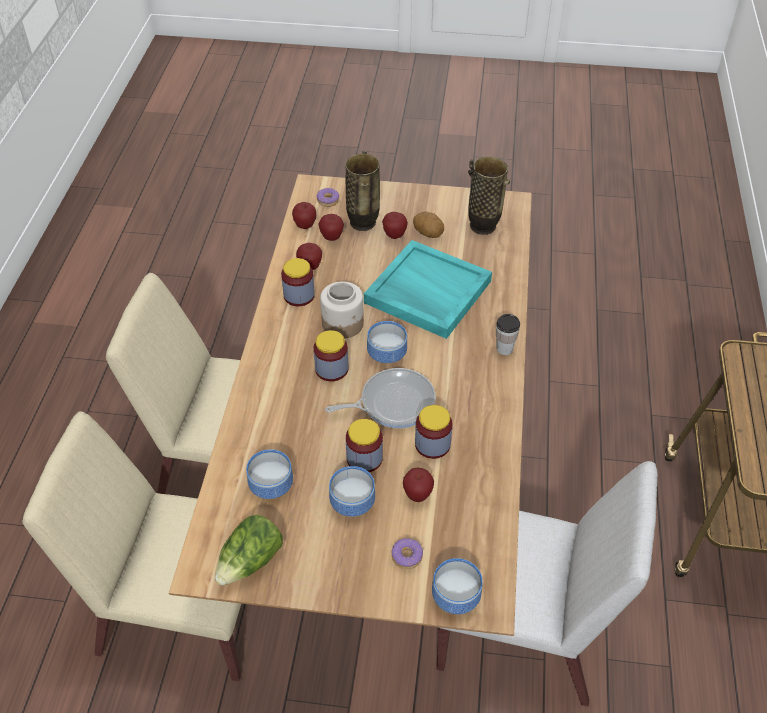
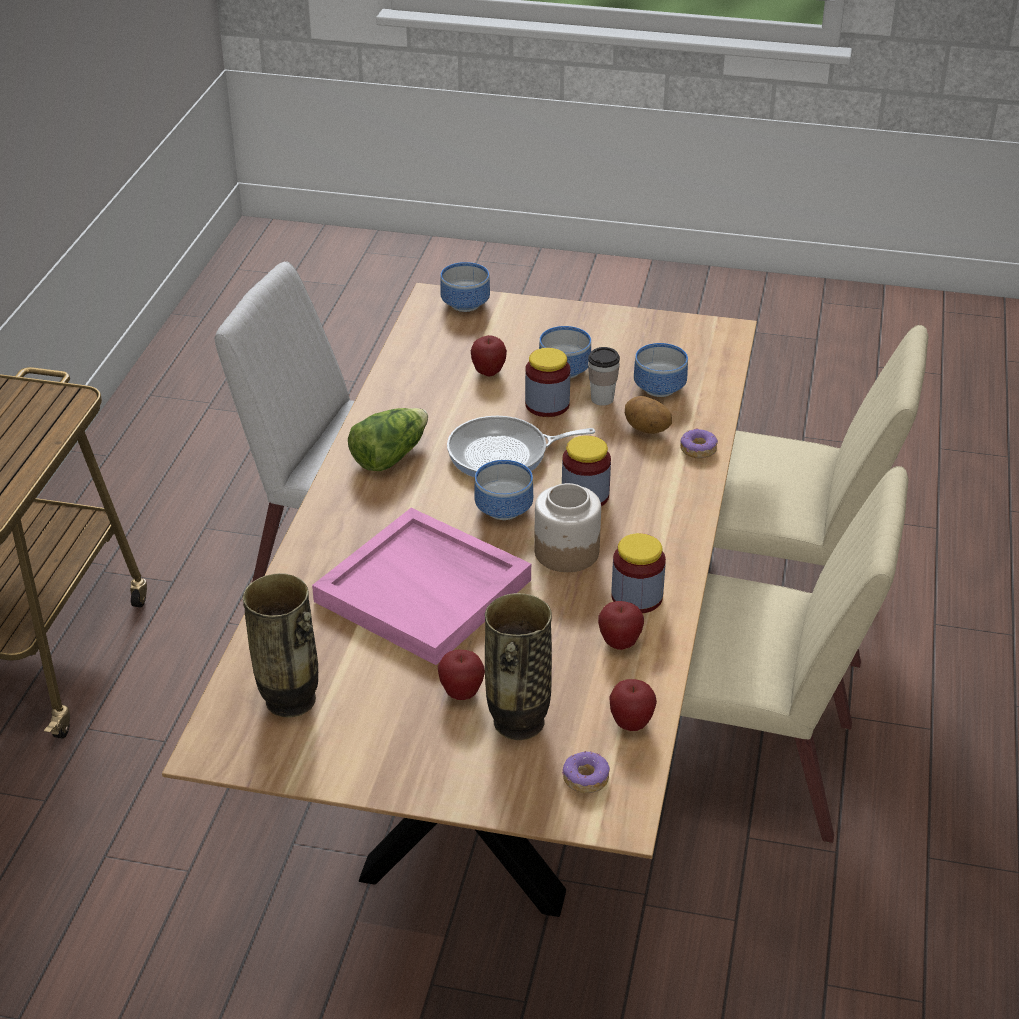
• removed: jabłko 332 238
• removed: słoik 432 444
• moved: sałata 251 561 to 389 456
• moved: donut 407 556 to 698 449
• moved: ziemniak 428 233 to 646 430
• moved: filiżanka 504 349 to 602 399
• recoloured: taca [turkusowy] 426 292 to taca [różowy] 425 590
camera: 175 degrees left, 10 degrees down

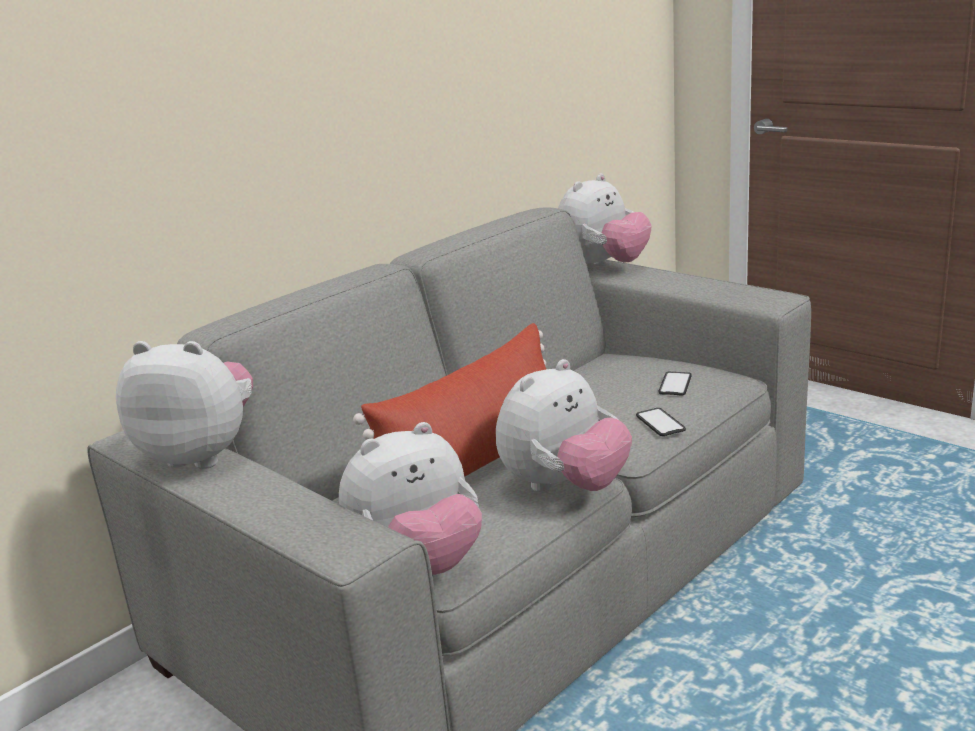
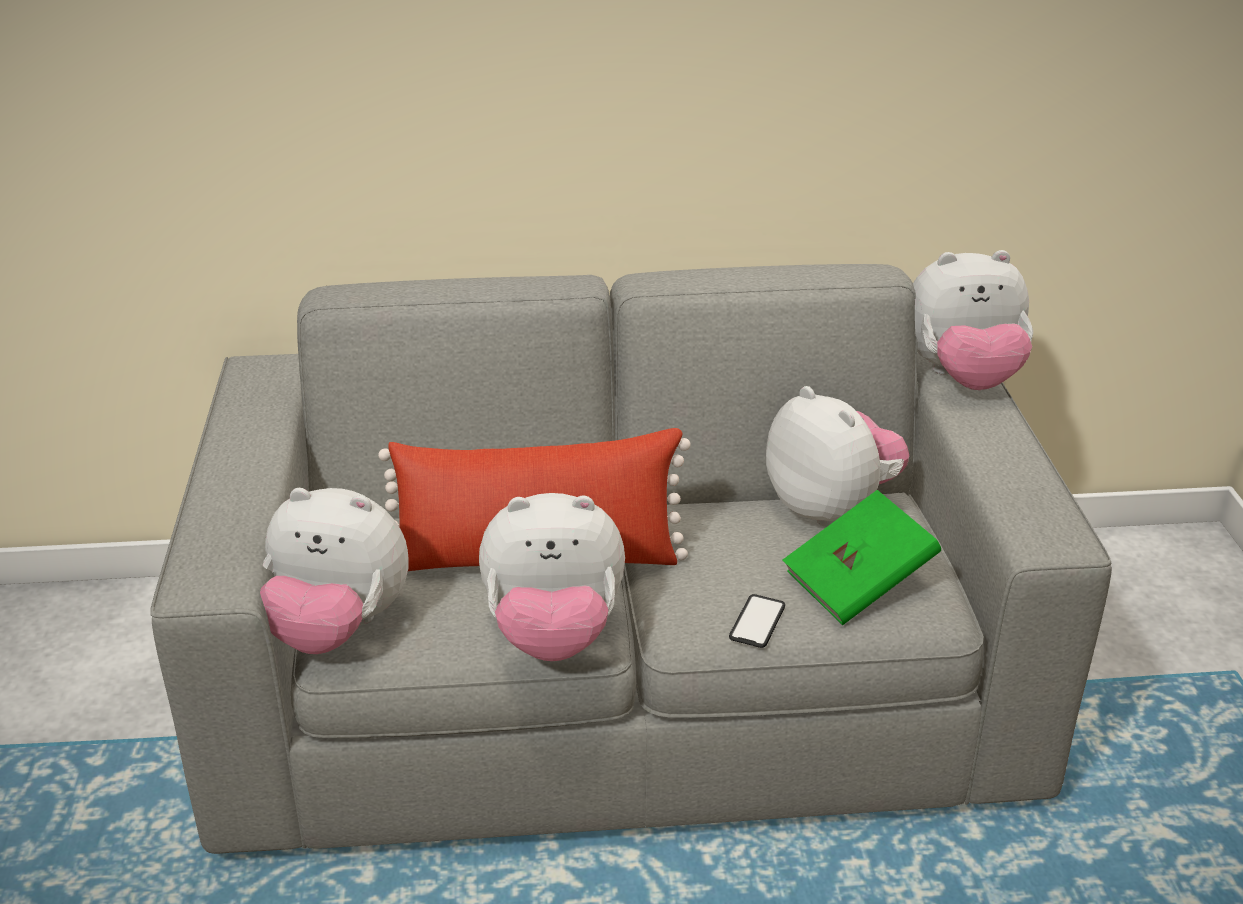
• moved: pluszak 201 454 to 831 508
• replaced: telefon 675 384 to książka [zielony] 858 583
camera: 40 degrees right, 10 degrees up

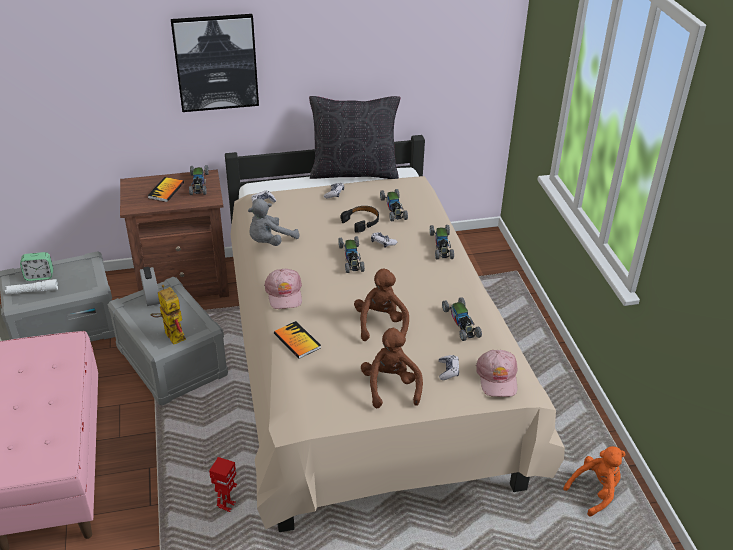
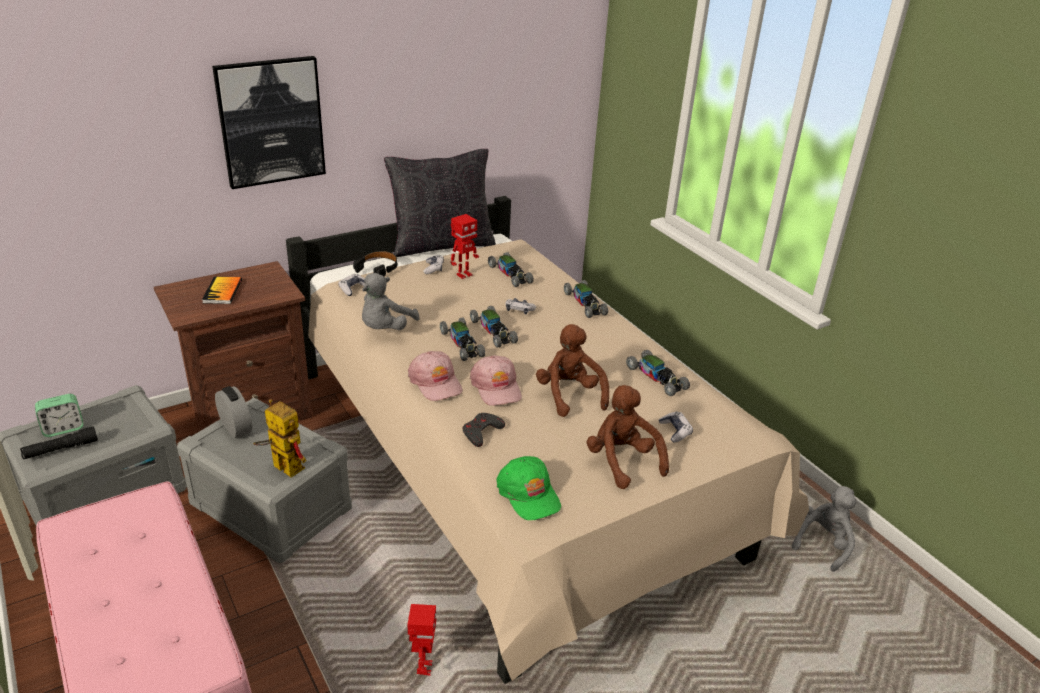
• added: robot zabawkowy 463 274
• added: czapka z daszkiem [zielony] 529 494
• moved: samochodzik 199 184 to 462 344
• moved: słuchawki [czarny] 361 222 to 378 269
• moved: czapka z daszkiem [różowy] 497 378 to 496 387
• replaced: książka 297 341 to pad do gier [szary] 481 432
• recoloured: latarka [biały] 32 291 to latarka [czarny] 61 449
• recoloured: pluszak [pomarańczowy] 595 491 to pluszak [szary] 823 543
camera: 20 degrees left, 5 degrees down

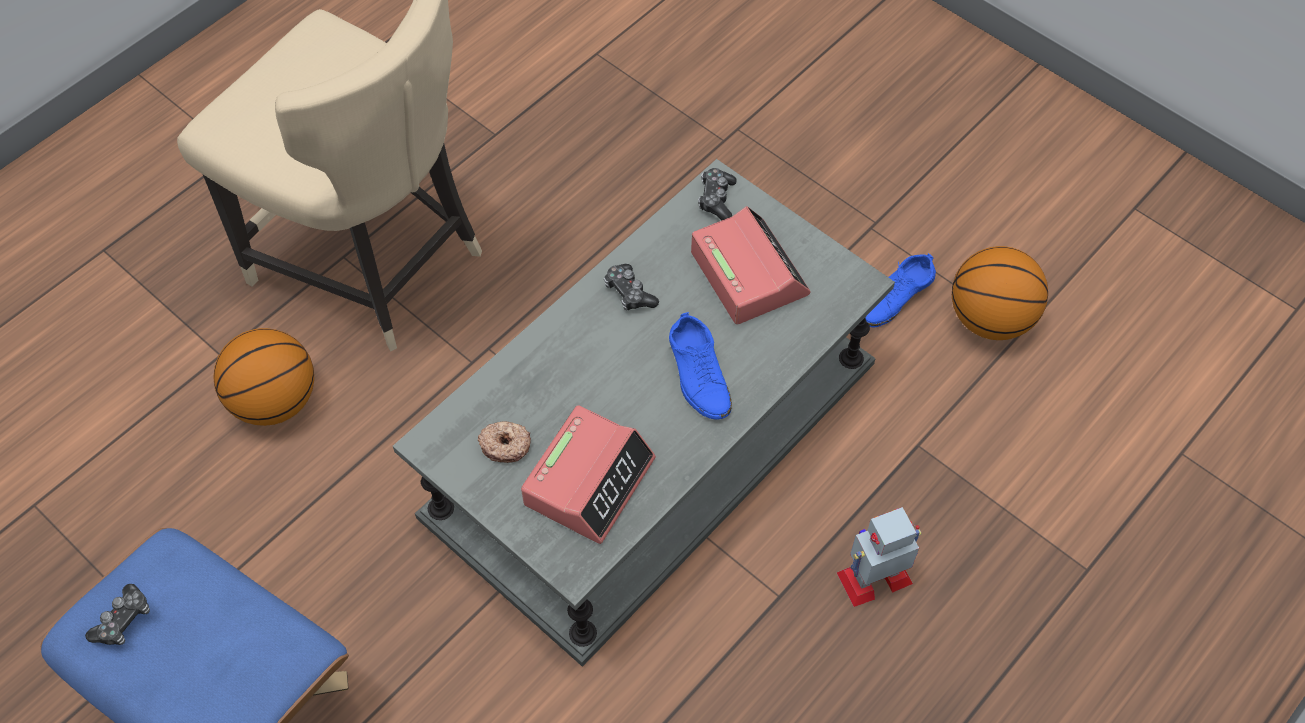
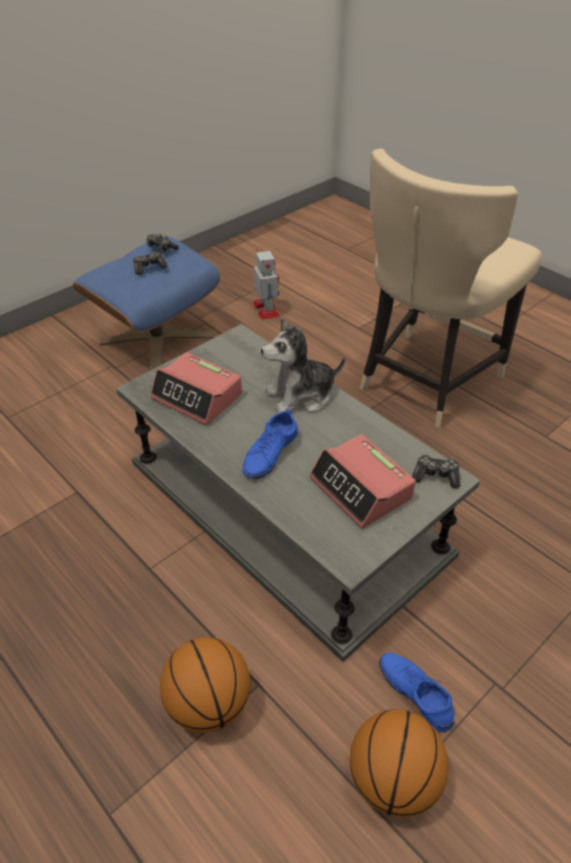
• removed: donut 505 445
• added: pluszak 301 396
• moved: piłka do koszykówki 274 400 to 209 703
• moved: pad do gier 629 293 to 149 267
• moved: robot zabawkowy 875 577 to 266 309
• turned: but [niebieski] 698 374 = 270 453 45 degrees counterclockwise
• turned: budzik 748 273 = 361 489 75 degrees clockwise
camera: 95 degrees right, 15 degrees down

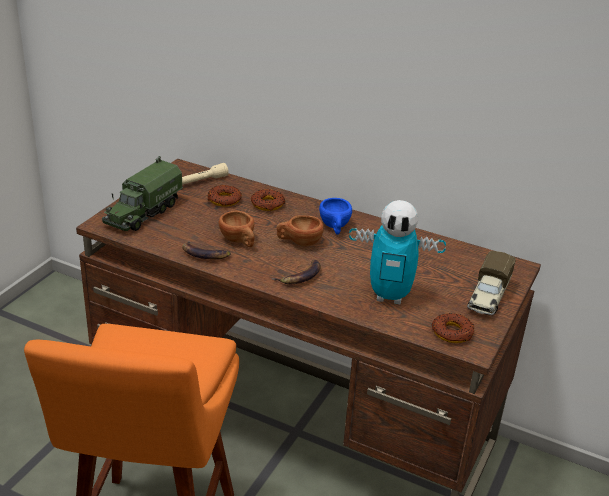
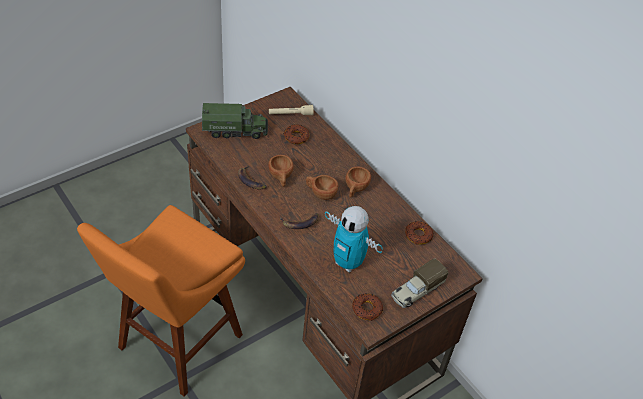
• moved: donut 267 204 to 418 235
• recoloured: filiżanka [niebieski] 335 227 to filiżanka [brązowy] 355 189
• turned: ciężarówka zabawkowa 143 213 = 235 130 150 degrees counterclockwise
camera: 25 degrees right, 15 degrees up

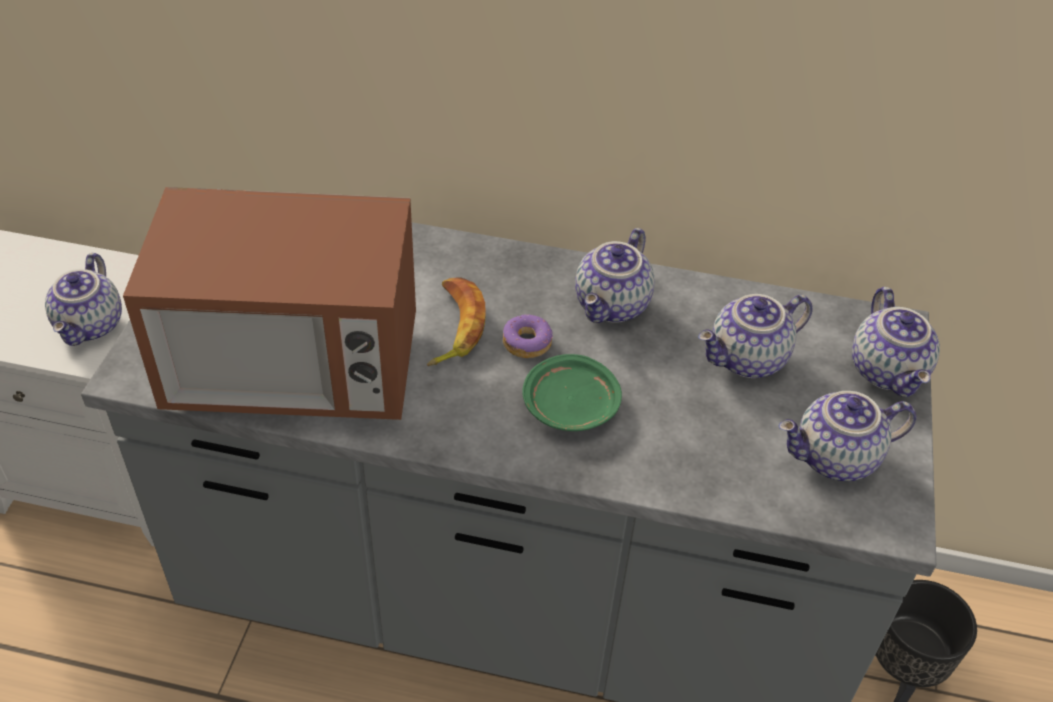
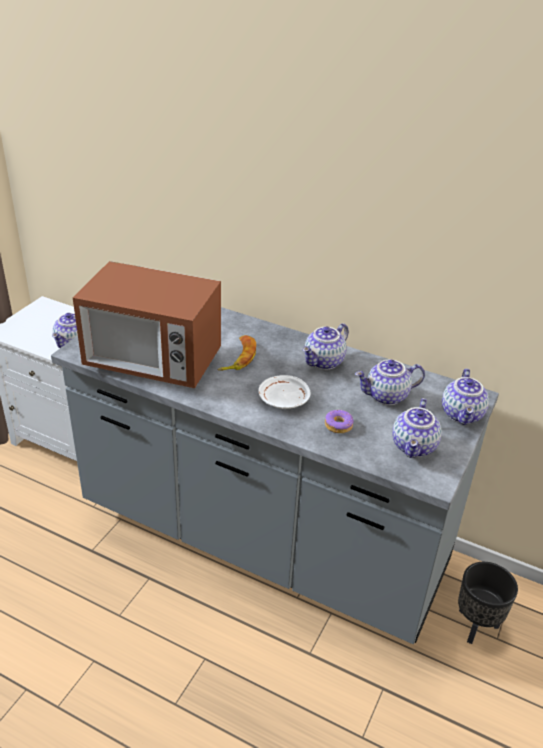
• moved: donut 527 342 to 338 425
• recoloured: talerz [zielony] 570 406 to talerz [biały] 283 400
• turned: imbryk 835 459 = 415 447 75 degrees counterclockwise
camera: 15 degrees right, 10 degrees down

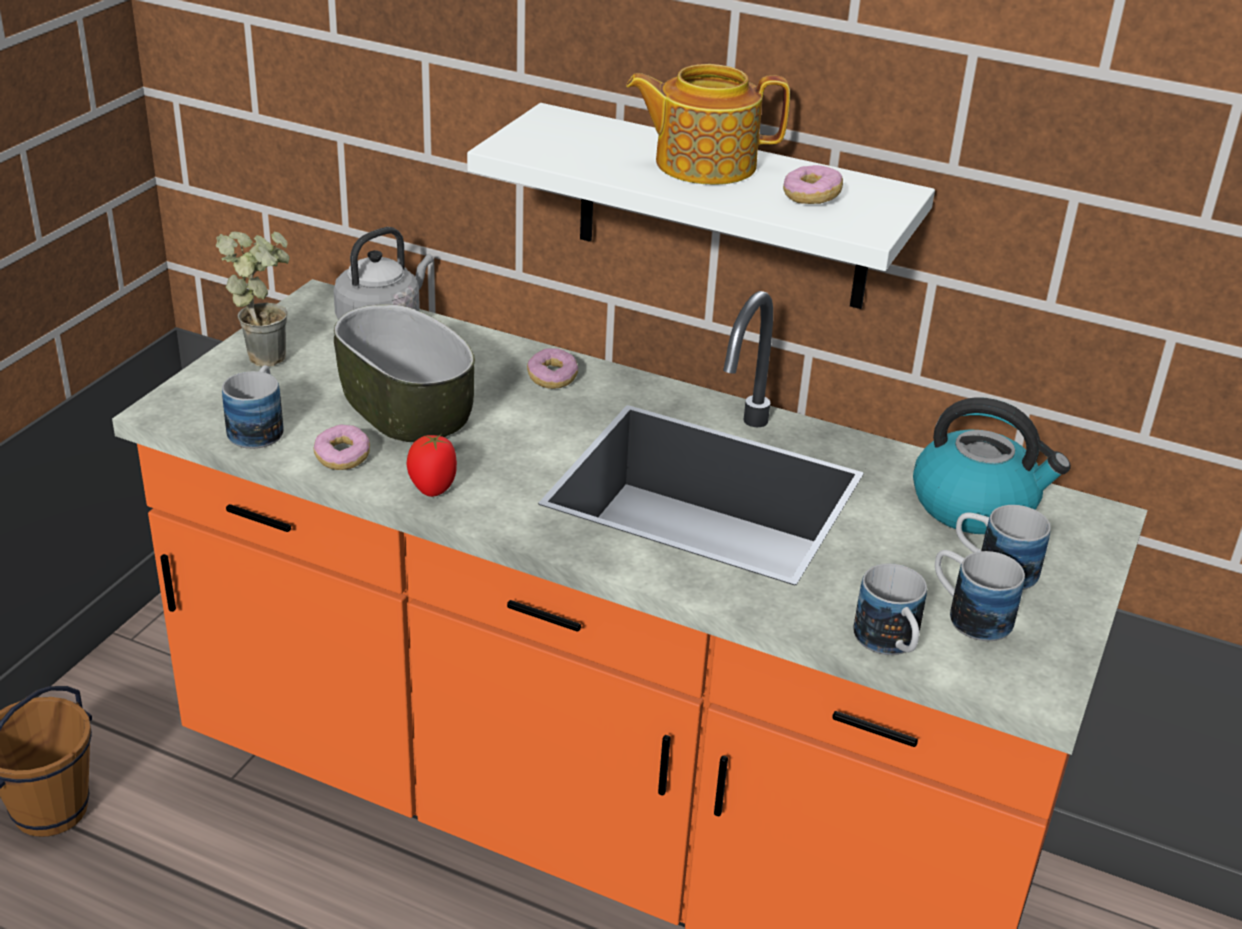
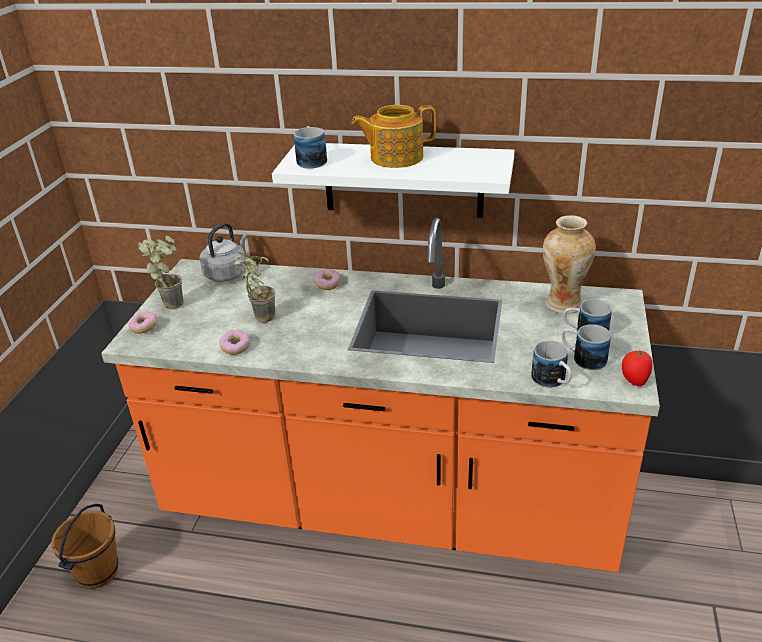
• moved: kubek 259 427 to 311 160
• moved: pomidor 432 488 to 634 381
• moved: donut 811 197 to 144 328
• replaced: miska 405 412 to roślina doniczkowa 259 317
• replaced: czajnik 976 505 to wazon 562 304
camera: 10 degrees left, 0 degrees up

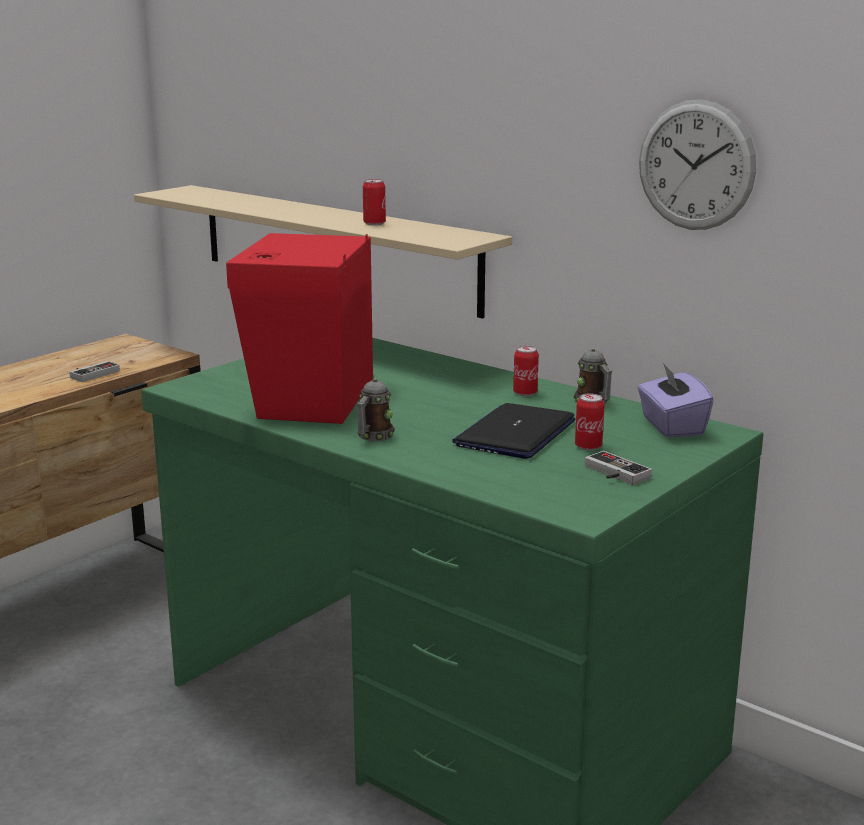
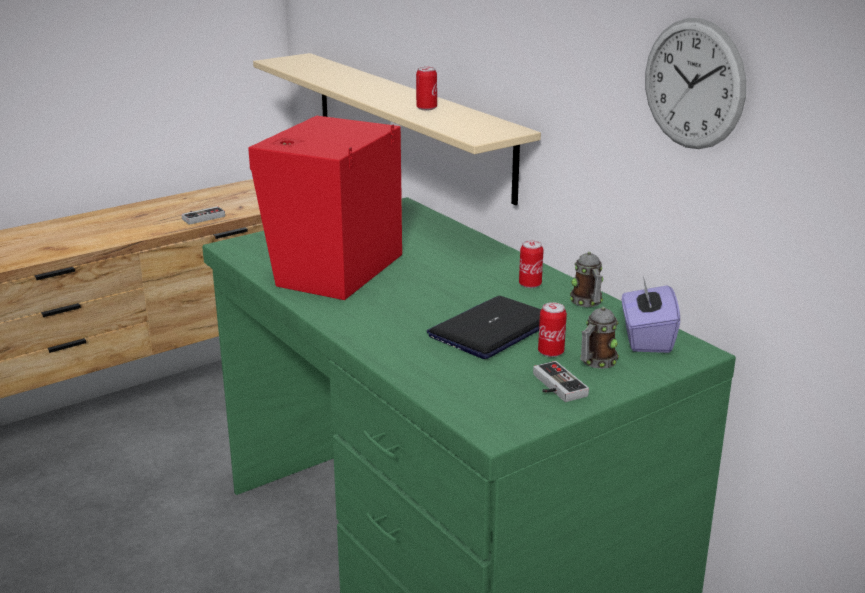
• moved: kubek 373 437 to 596 363
camera: 15 degrees right, 5 degrees up

